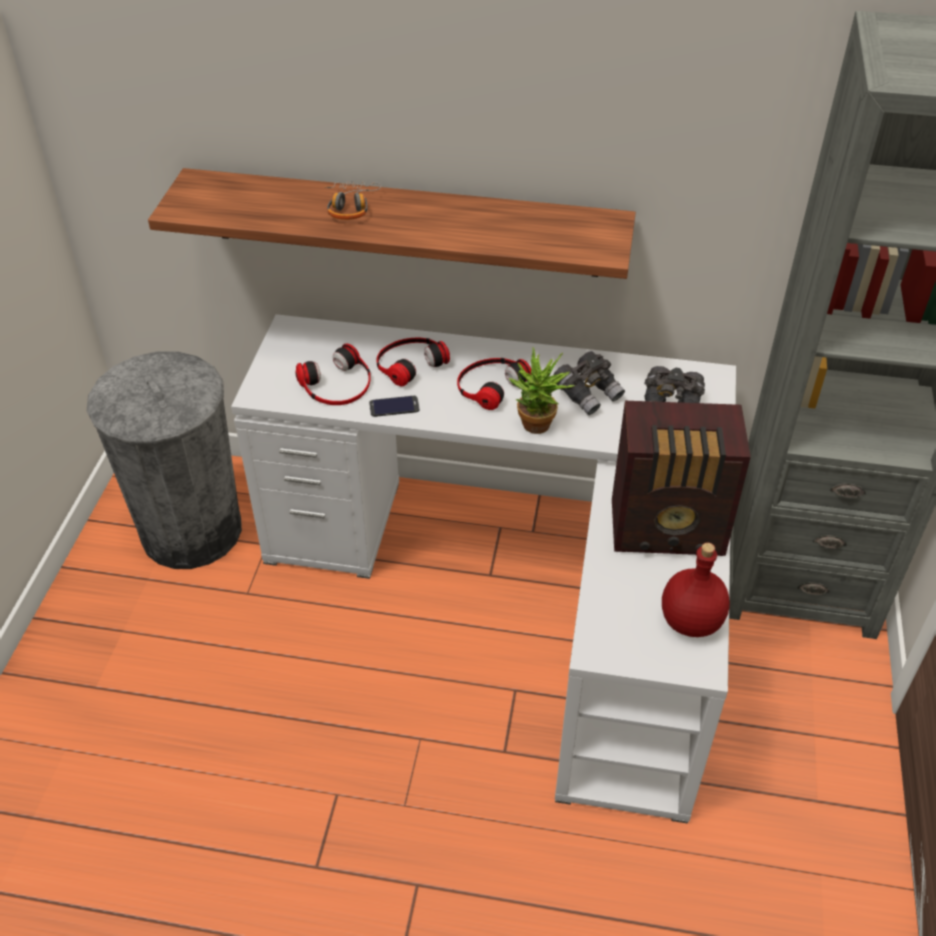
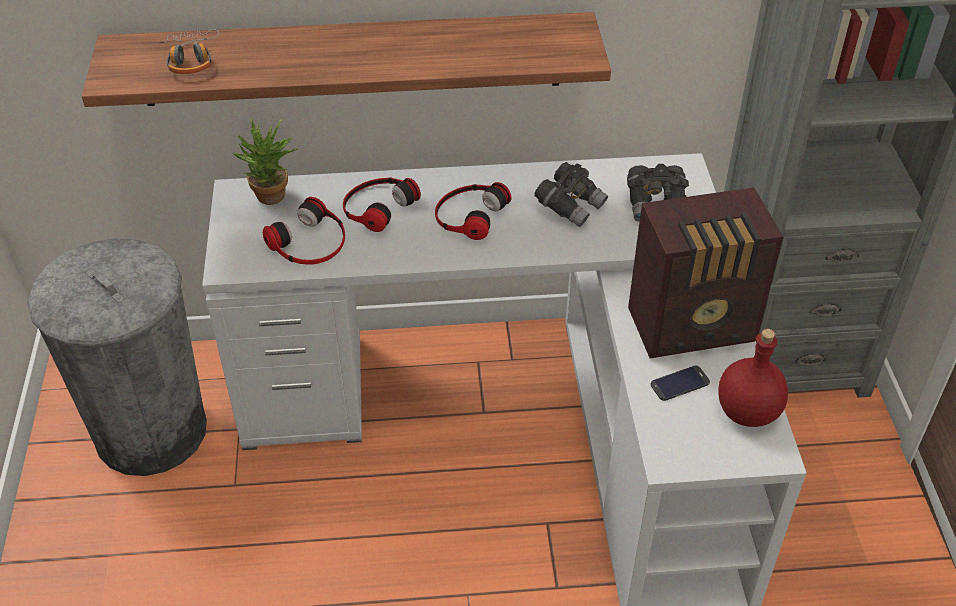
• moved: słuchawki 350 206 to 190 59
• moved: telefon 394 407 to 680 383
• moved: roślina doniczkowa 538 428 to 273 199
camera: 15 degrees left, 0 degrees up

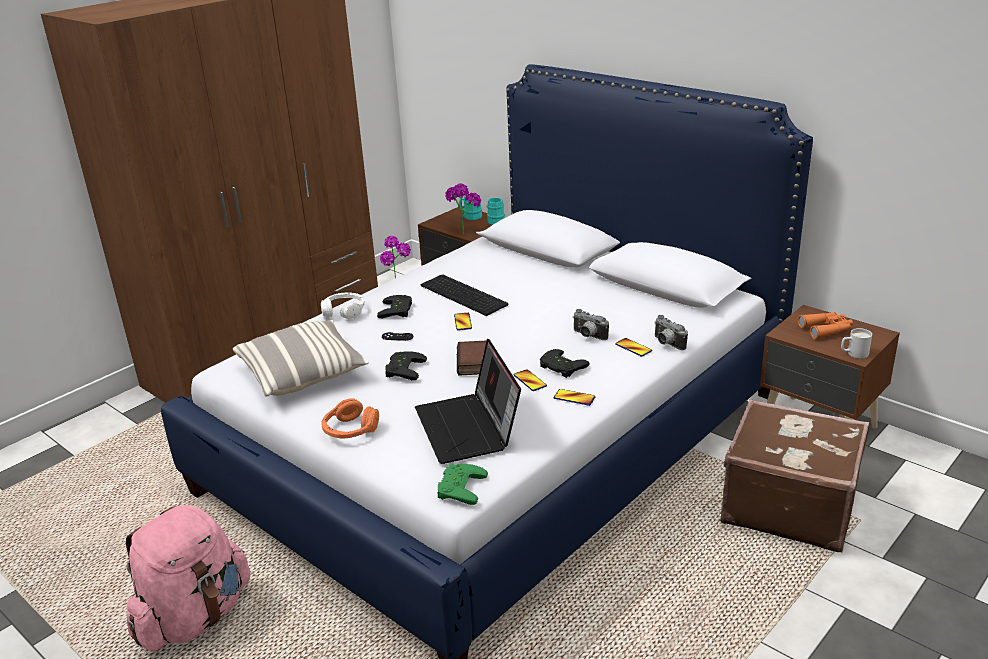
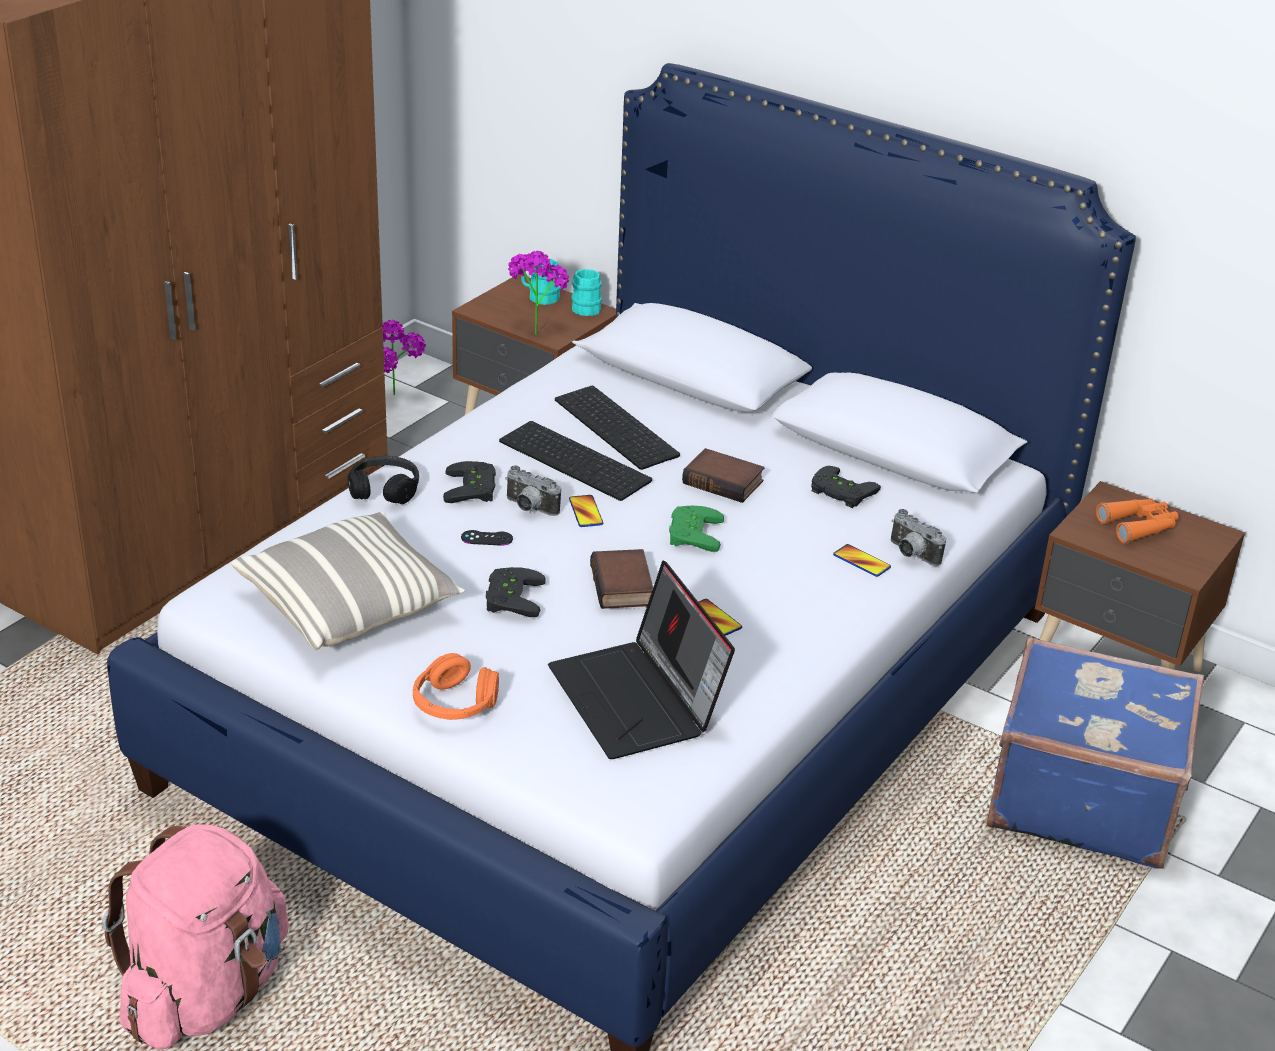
• removed: telefon 574 398
• removed: kubek [biały] 853 354
• added: klawiatura 619 427
• added: książka 725 481
• moved: pad do gier [zielony] 458 487 to 691 533
• moved: pad do gier [czarny] 560 367 to 840 492
• moved: aparat fotograficzny 588 336 to 529 508
• recoloured: słuchawki [biały] 344 312 to słuchawki [czarny] 384 490
• recoloured: walizka [brązowy] 788 505 to walizka [niebieski] 1081 797
camera: 10 degrees left, 5 degrees up

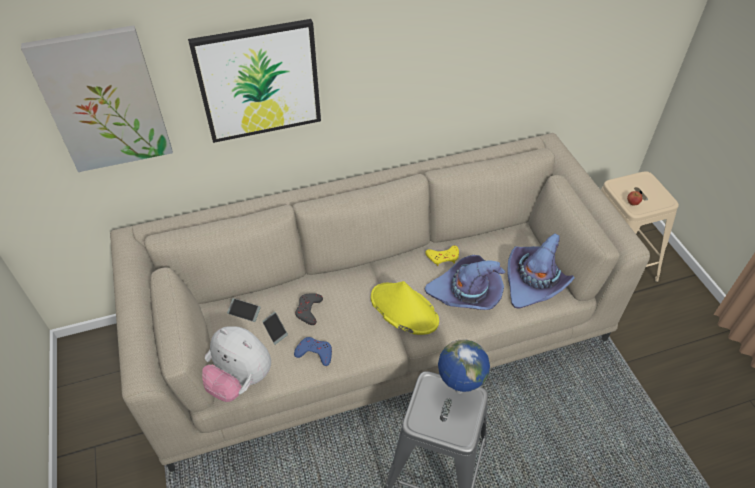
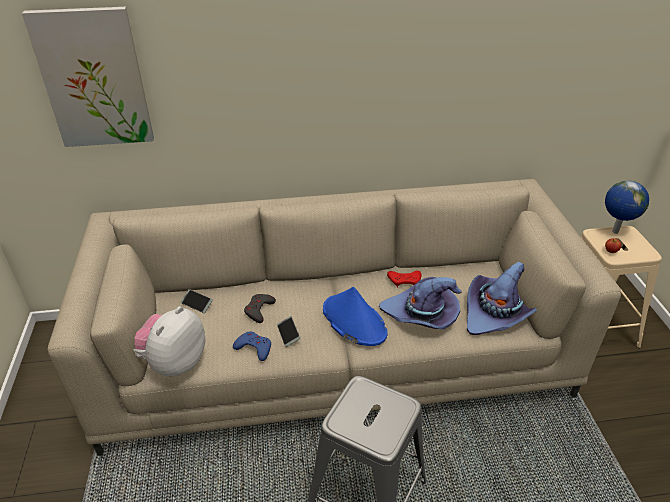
• removed: obraz 259 81
• moved: telefon 275 330 to 288 334
• moved: globus 458 390 to 614 232
• recoloured: kapelusz [żółty] 403 309 to kapelusz [niebieski] 353 321
• recoloured: pad do gier [żółty] 443 257 to pad do gier [czerwony] 404 280
• turned: pluszak 239 380 = 173 362 75 degrees clockwise
camera: 10 degrees right, 10 degrees down

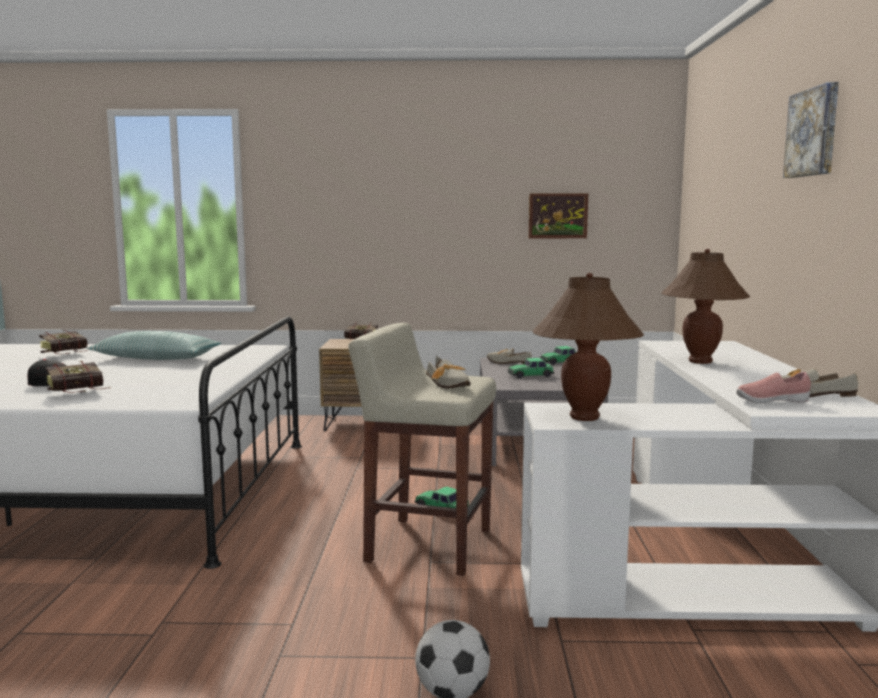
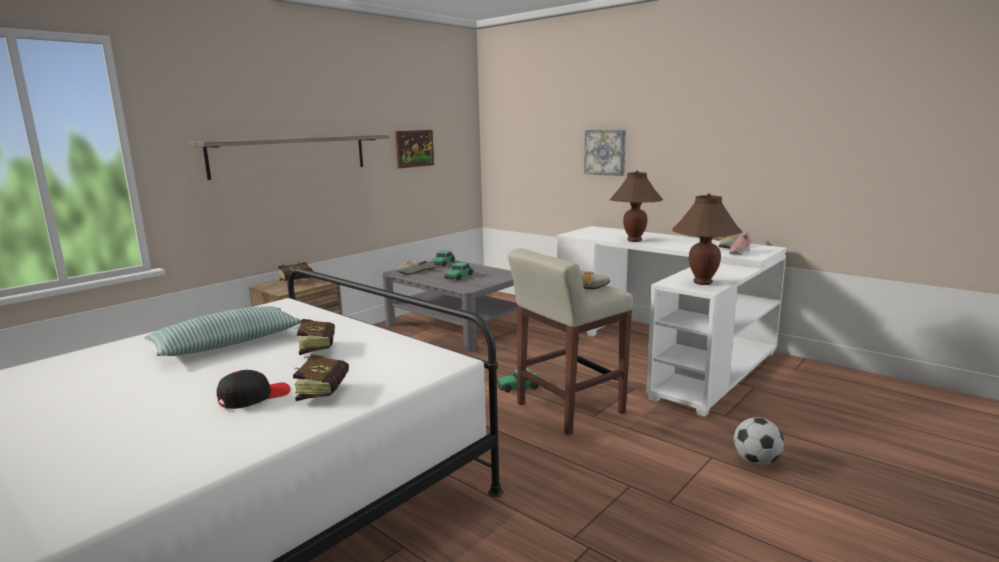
• added: półka 291 155
• moved: książka 69 354 to 318 348
• moved: obraz 814 132 to 605 152
camera: 50 degrees left, 5 degrees up

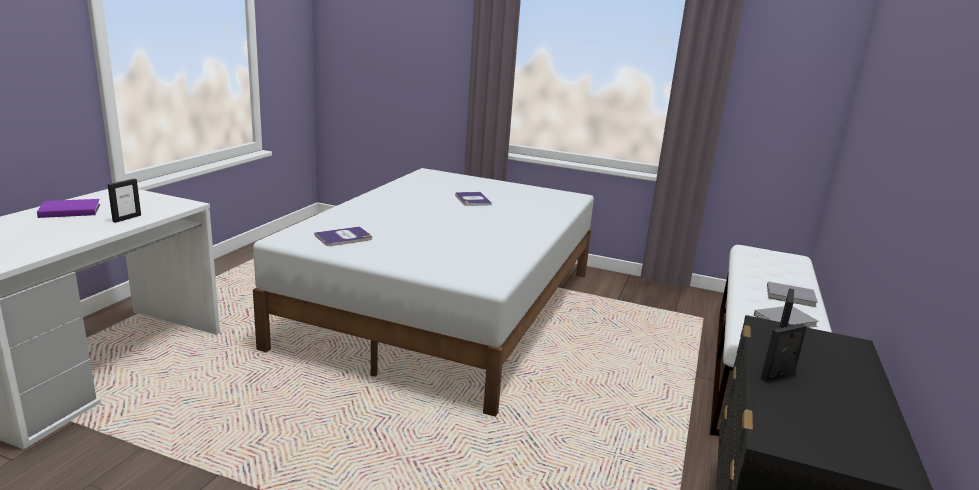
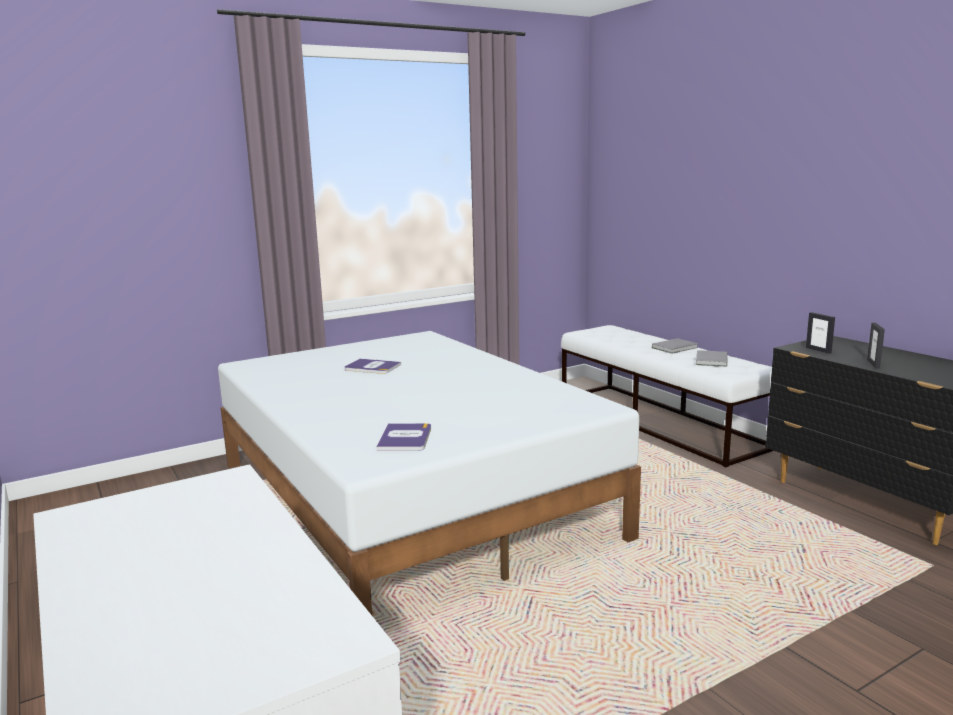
• removed: książka [fioletowy] 68 210
• removed: ramka na zdjęcie 127 218
camera: 50 degrees left, 5 degrees down

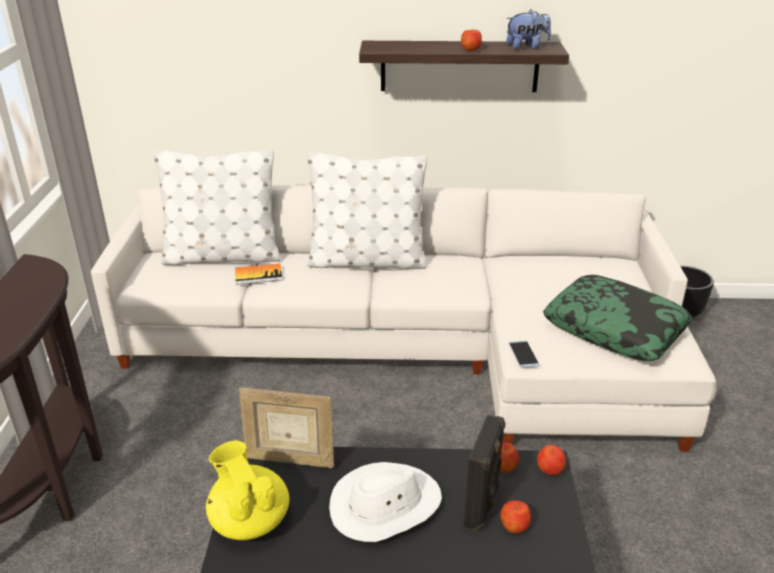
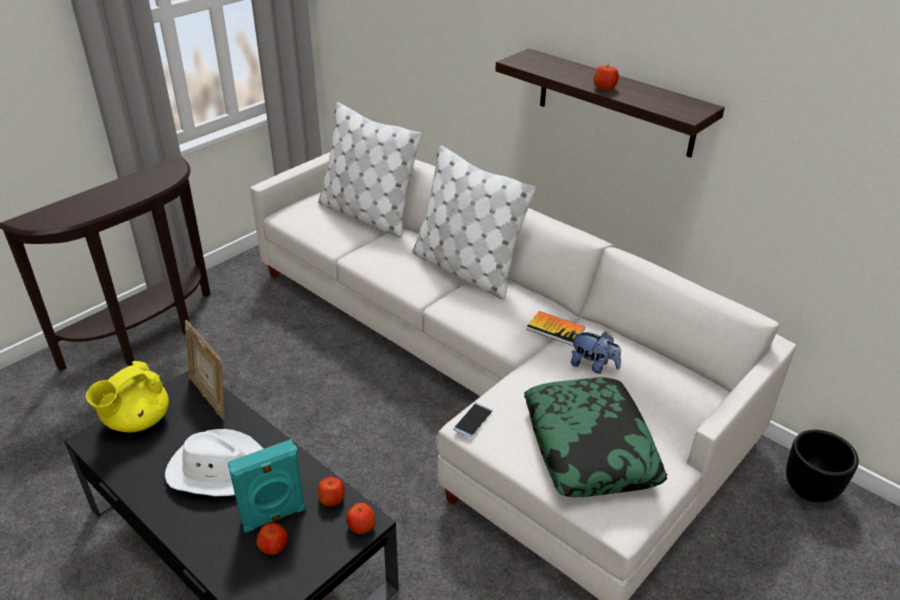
• moved: książka 258 275 to 555 329
• moved: pluszak 526 47 to 593 366
• recoloured: głośnik [czarny] 482 506 to głośnik [turkusowy] 274 517
• turned: imbryk [żółty] 249 520 = 136 421 150 degrees counterclockwise
camera: 40 degrees right, 5 degrees up

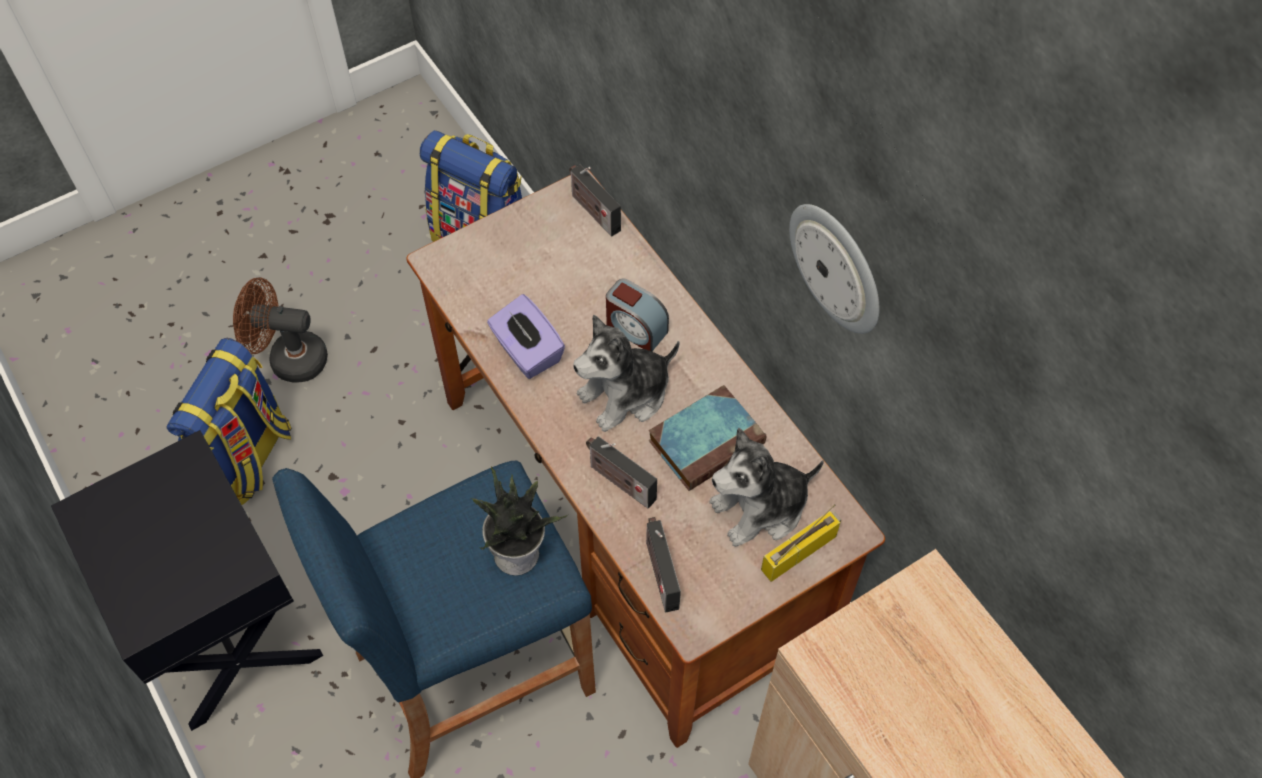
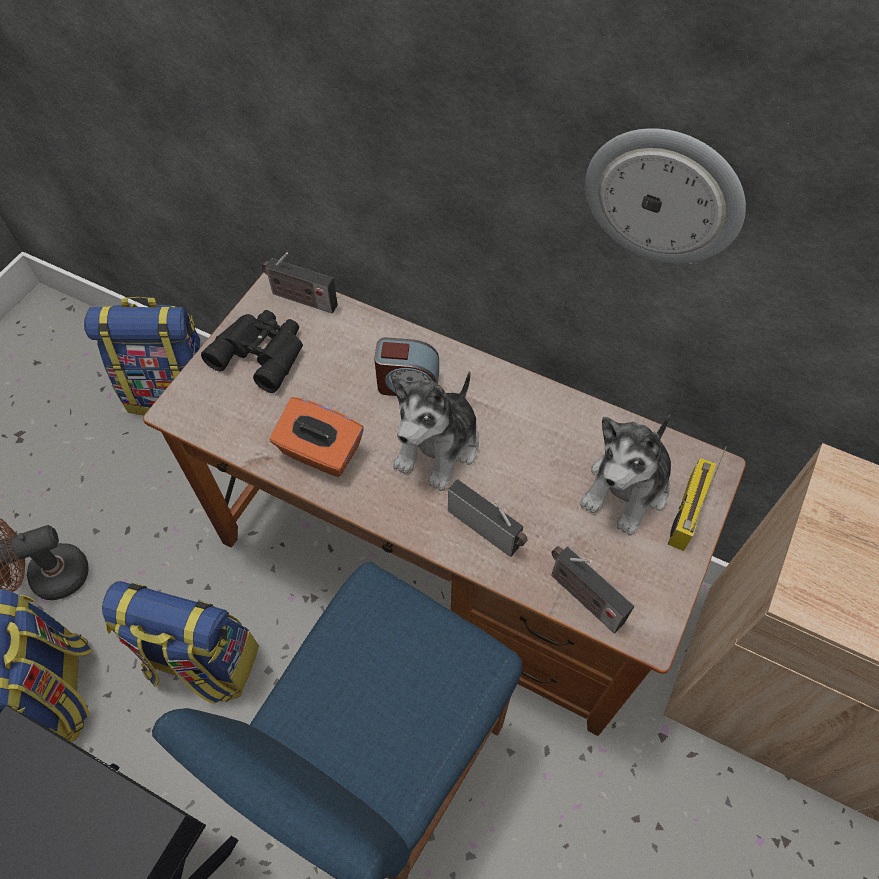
• removed: roślina doniczkowa 518 553
• removed: książka 707 440
• added: plecak 201 661
• added: lornetka [czarny] 262 352
• recoloured: pudełko chusteczek [fioletowy] 527 351 to pudełko chusteczek [pomarańczowy] 320 452
• turned: radio 619 481 = 487 530 150 degrees counterclockwise
camera: 30 degrees left, 0 degrees up

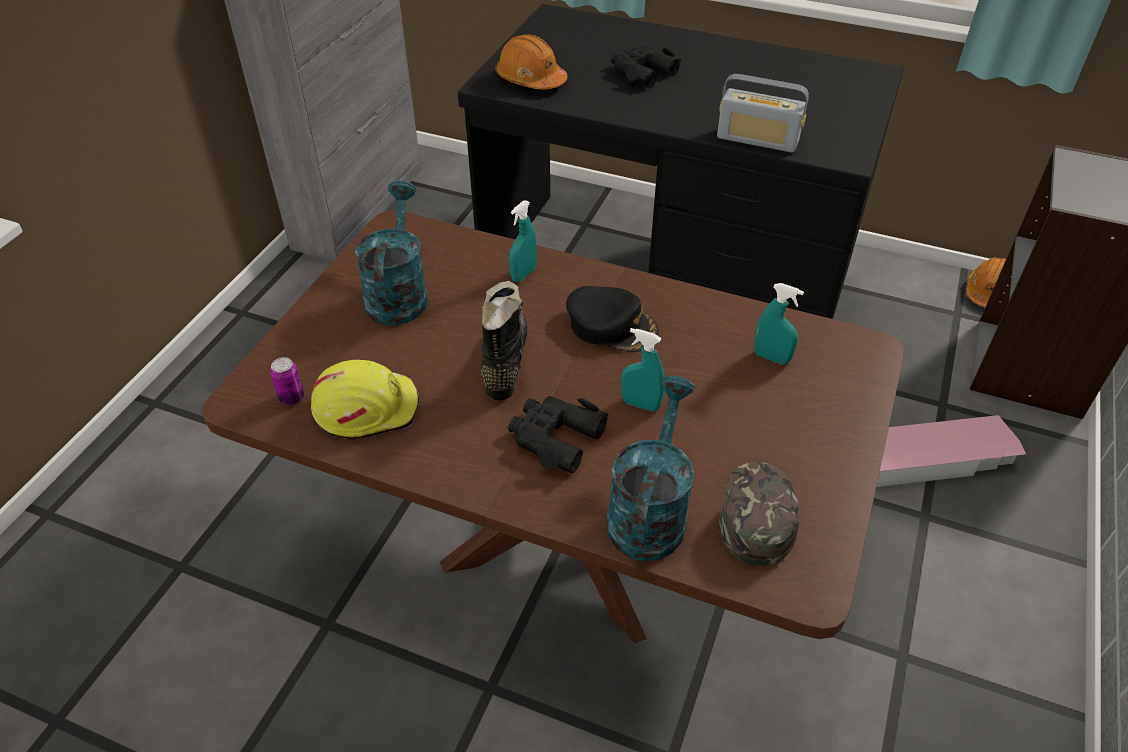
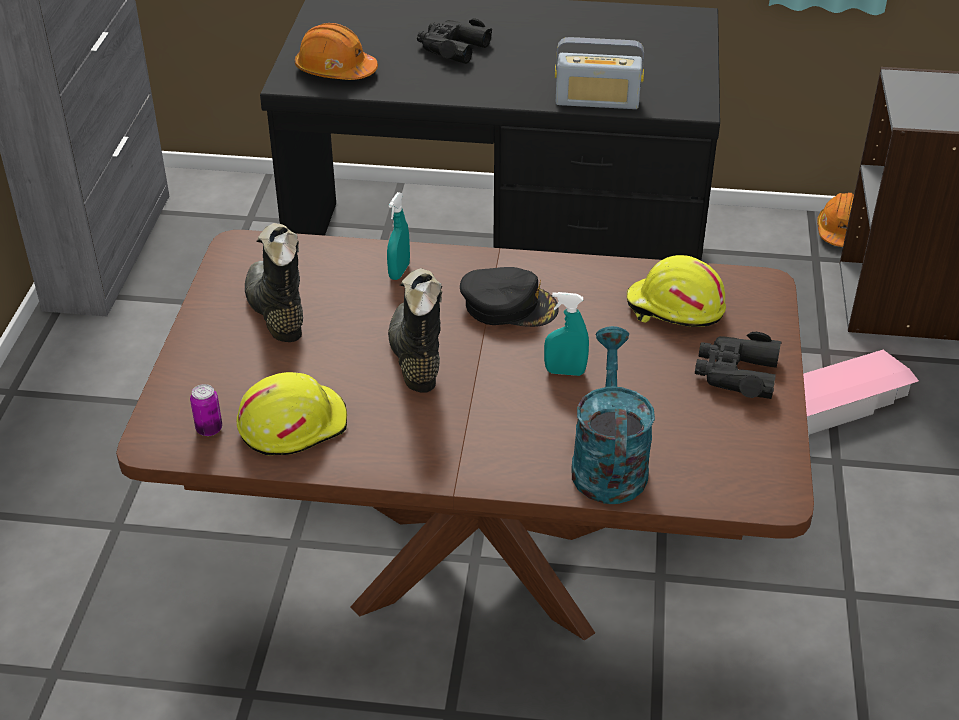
• removed: czapka z daszkiem [zielony] 756 514
• moved: lornetka [czarny] 554 438 to 736 374
• replaced: konewka [turkusowy] 398 293 to but z cholewką [czarny] 274 311
• replaced: spryskiwacz [turkusowy] 771 357 to kask [żółty] 674 308
camera: 15 degrees left, 5 degrees down

